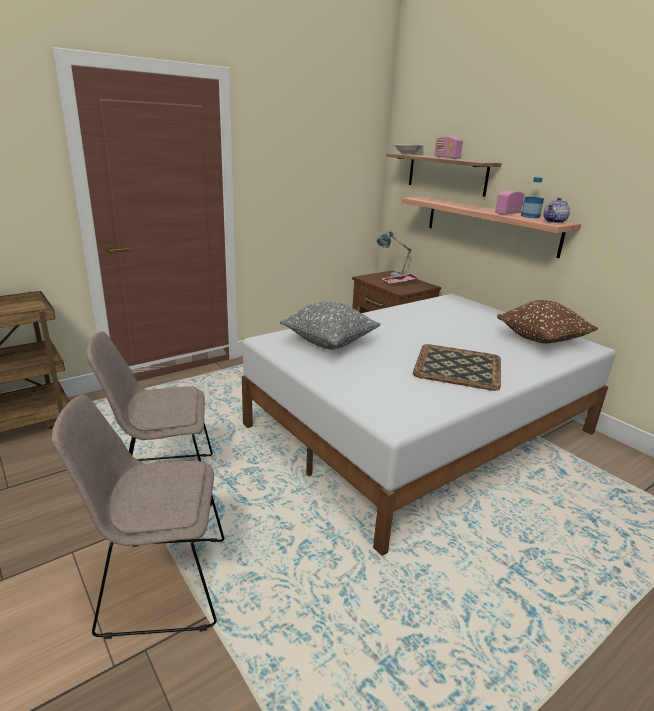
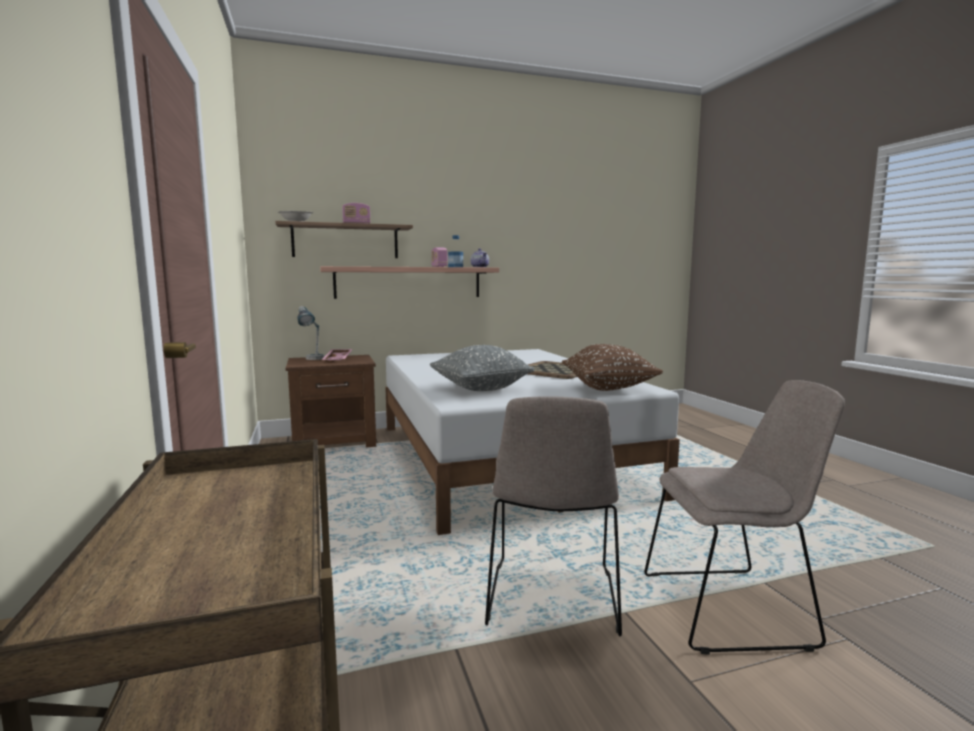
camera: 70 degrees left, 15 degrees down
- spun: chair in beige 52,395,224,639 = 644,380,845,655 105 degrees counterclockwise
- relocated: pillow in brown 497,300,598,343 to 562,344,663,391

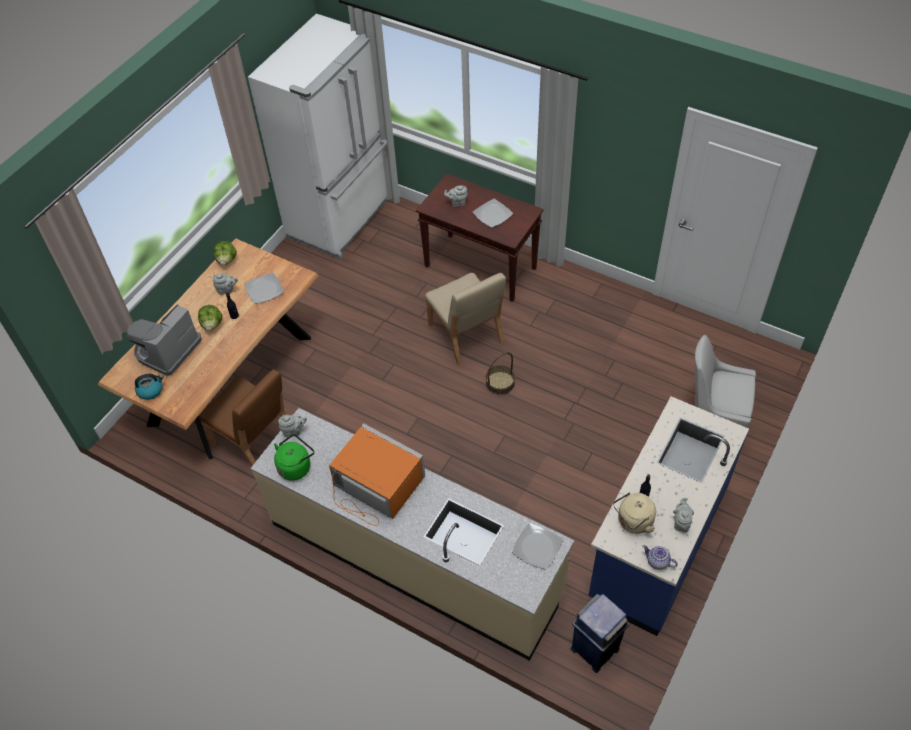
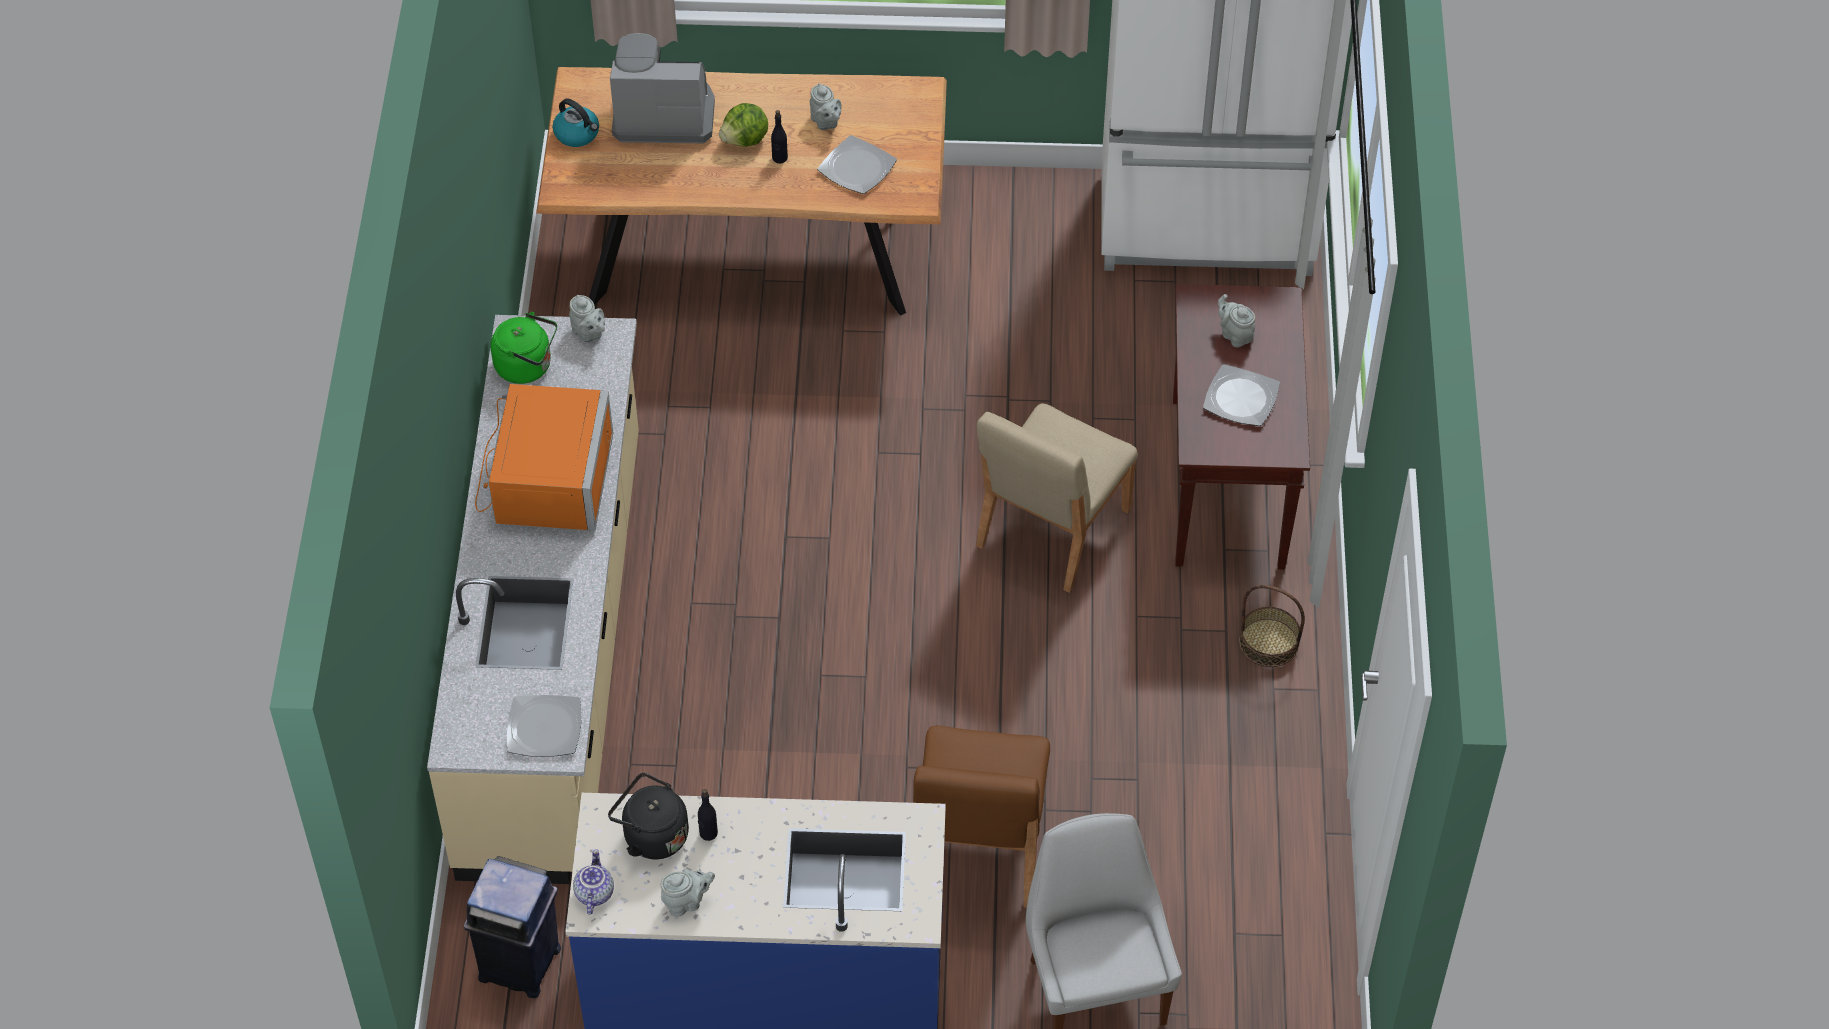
camera: 60 degrees right, 0 degrees up
- relocated: chair in brown 199,370,286,466 to 913,726,1050,908
- missing: lettuce 214,241,237,266
- relocated: basket 486,352,515,395 to 1239,585,1305,667
- colour: kettle in beige 613,492,656,534 to kettle in black 608,772,689,859

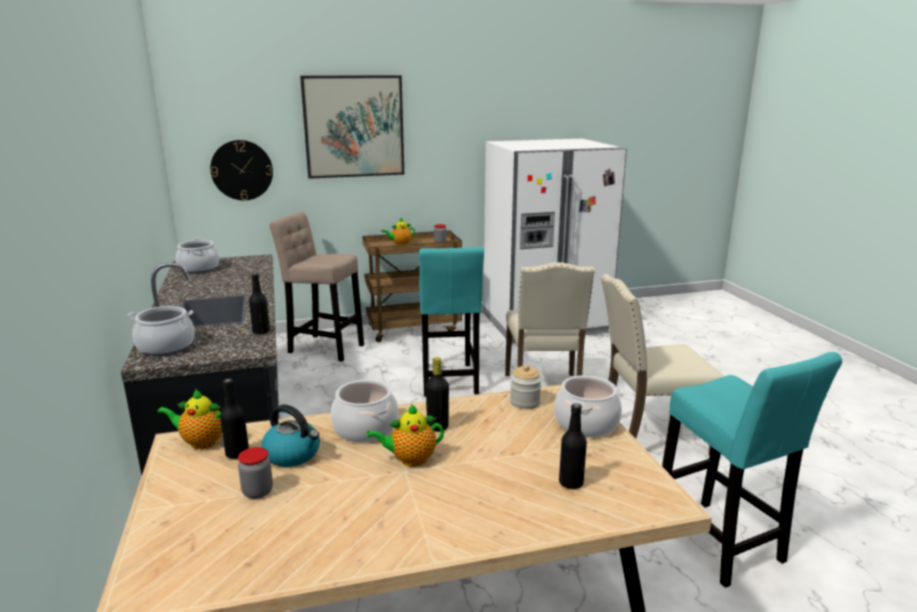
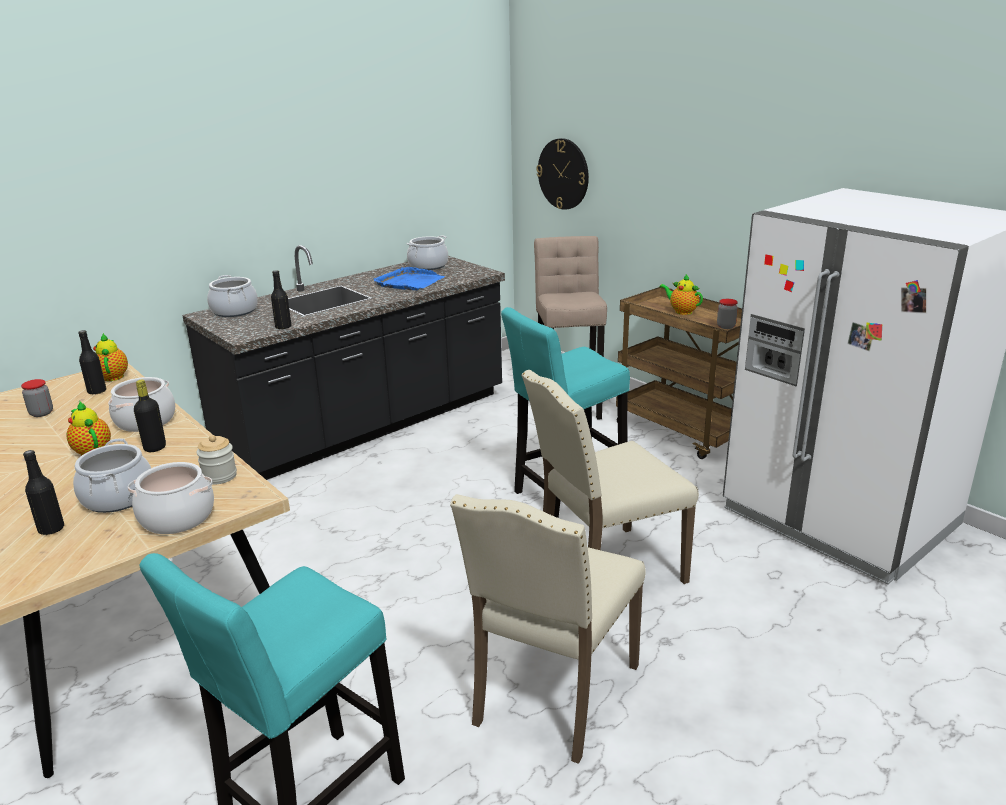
camera: 65 degrees right, 5 degrees up
- missing: kettle 261,405,320,467
- missing: picture 300,75,404,179
- spun: chair in beige 600,274,724,455 = 450,494,646,764 120 degrees counterclockwise
- appeared: cooking pot 73,438,151,513
- appeared: tray in blue 373,267,445,290

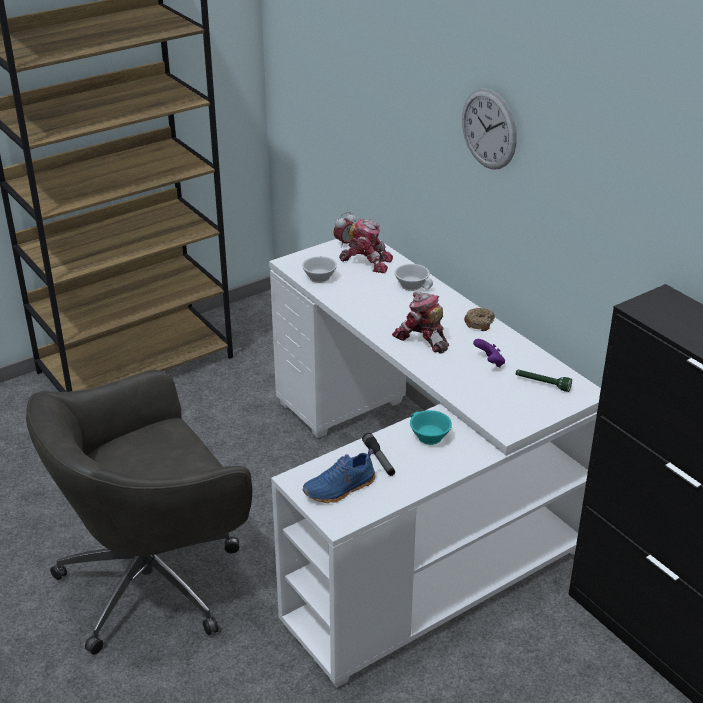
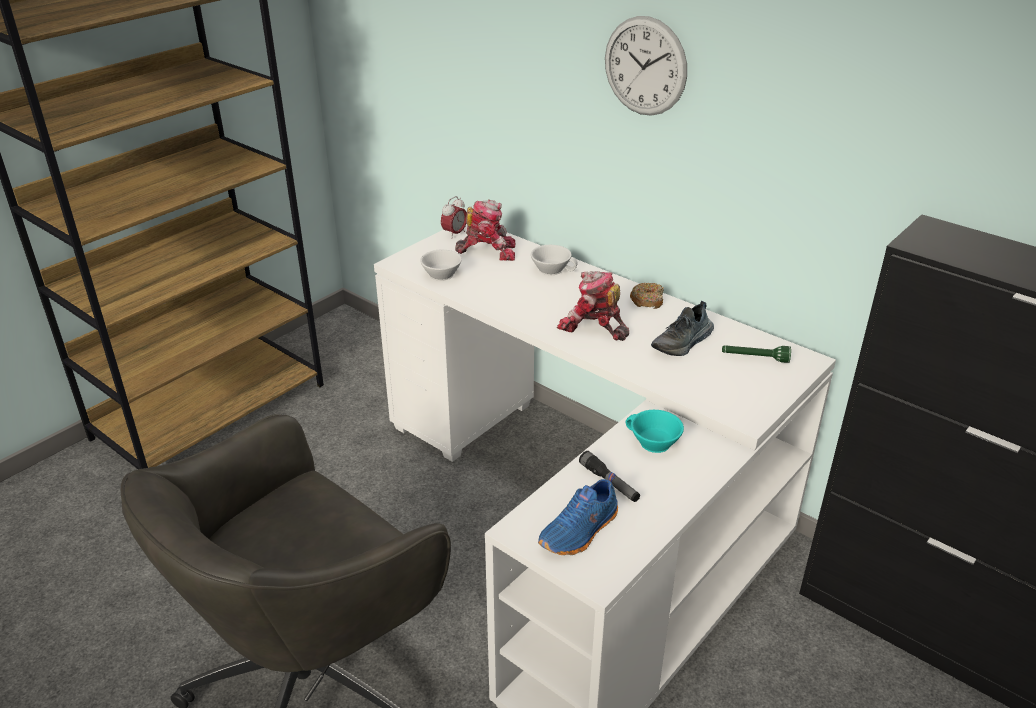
camera: 15 degrees left, 0 degrees up
- exchanged: game controller in purple 473,339,505,367 to shoe 651,301,714,356

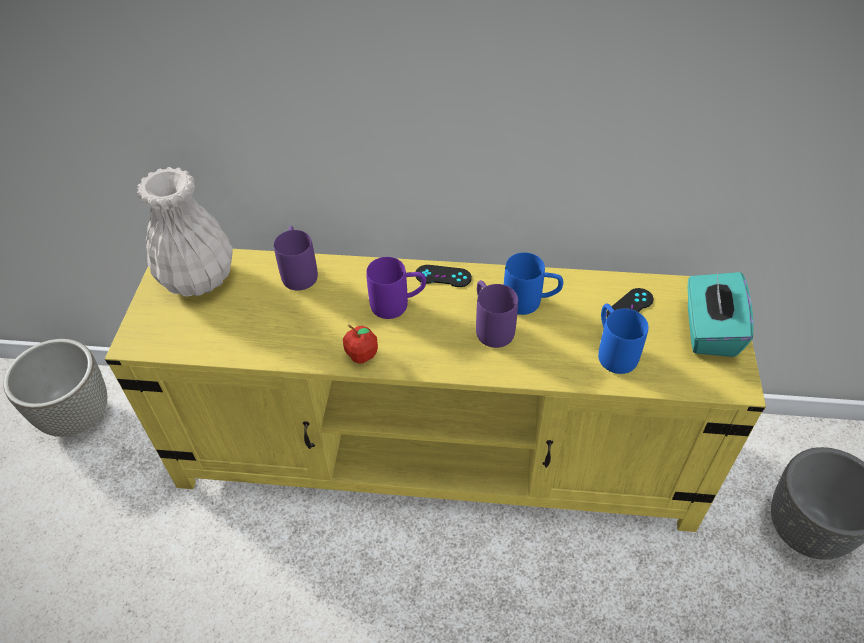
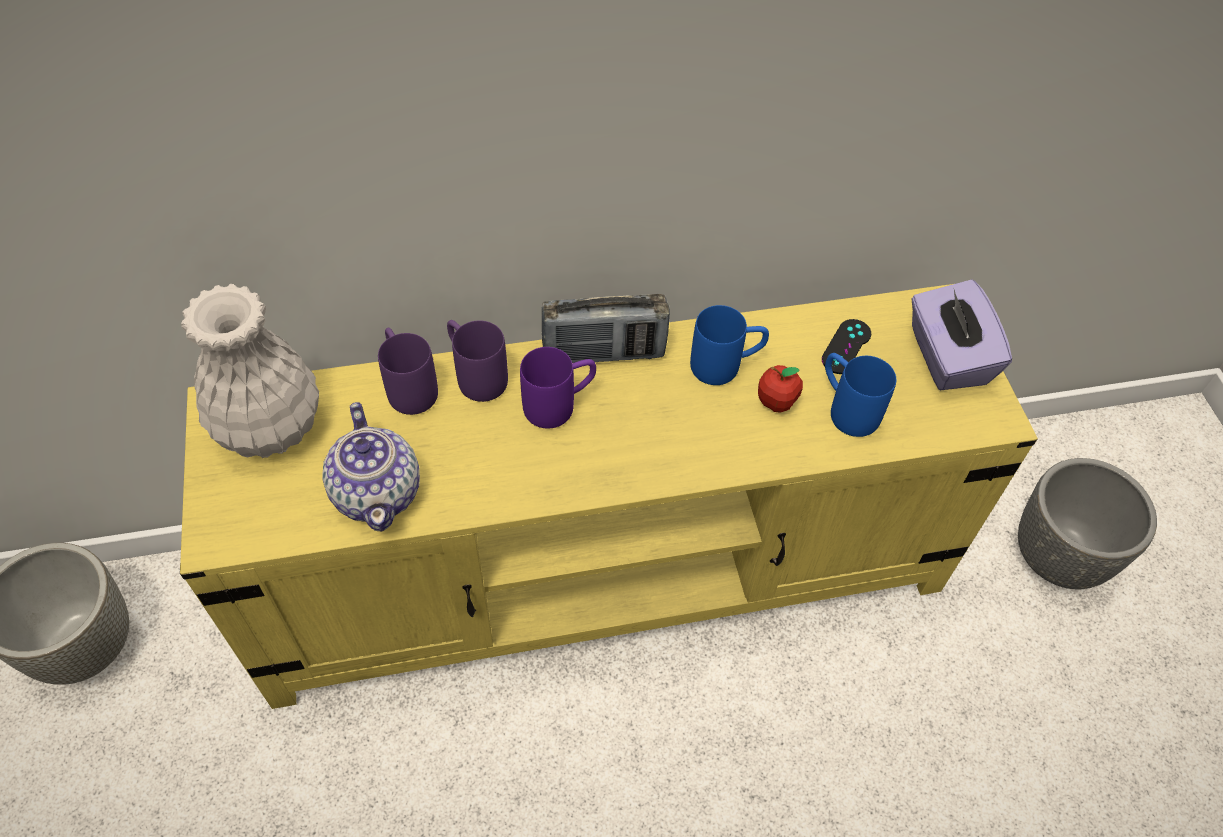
camera: 20 degrees left, 5 degrees up
- relocated: apple 343,324,378,364 to 758,365,803,413
- exchanged: game controller in black 416,265,472,287 to radio 542,294,670,363
- relocated: mug in purple 476,280,518,348 to 447,320,508,402
- colour: tissue box in turquoise 688,272,754,357 to tissue box in purple 911,279,1012,390
- appeared: teapot 322,402,420,531

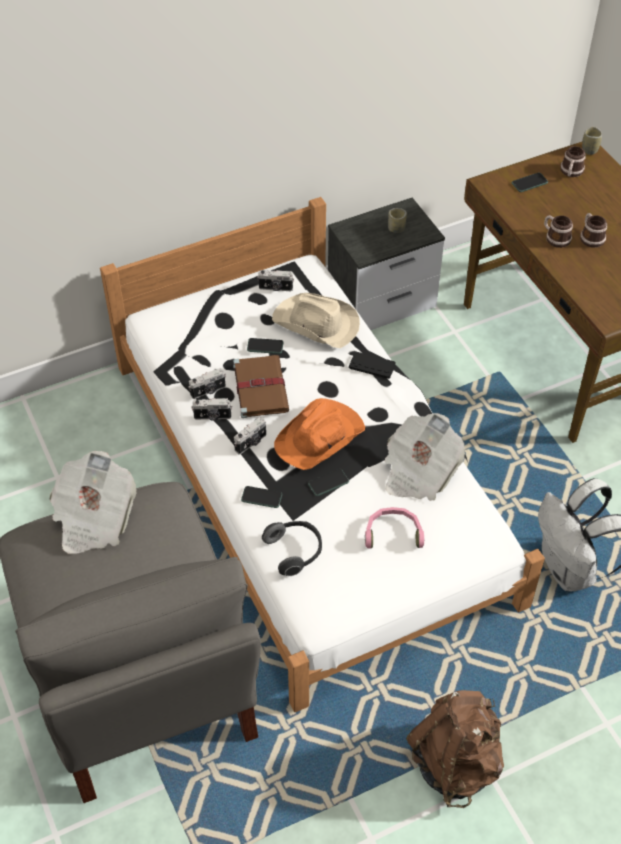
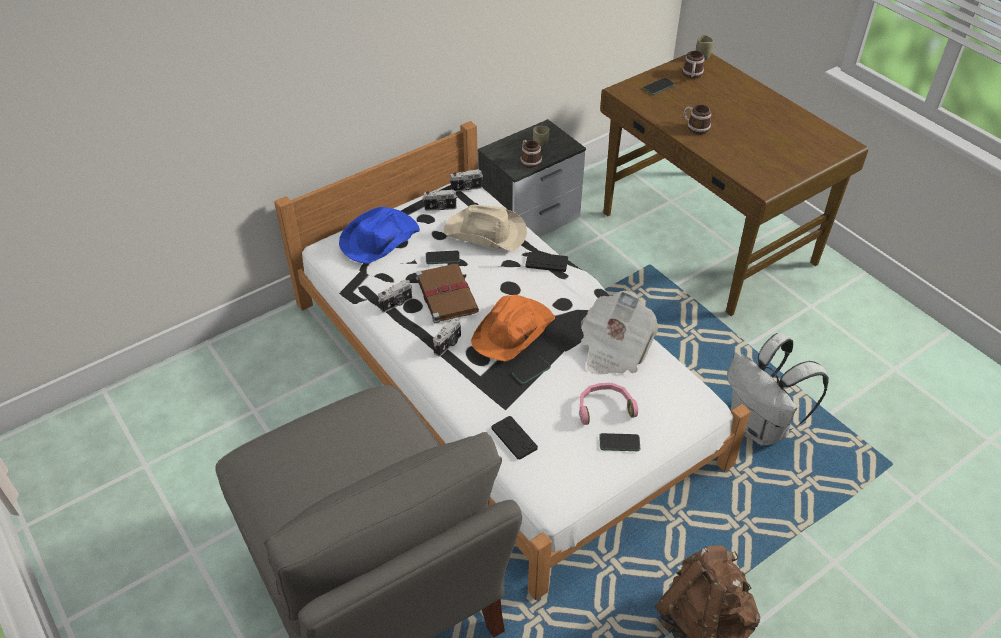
camera: 10 degrees left, 5 degrees down
- missing: newspaper 49,451,137,554
- relocated: photo camera 191,398,232,421 to 449,169,483,192
- relocated: phone 241,486,282,508 to 599,433,640,451
- exchanged: headphones 262,521,322,576 to game controller in black 492,416,538,460
- relocated: mug 580,213,607,248 to 520,140,542,168
- appeared: hat in blue 339,207,420,263

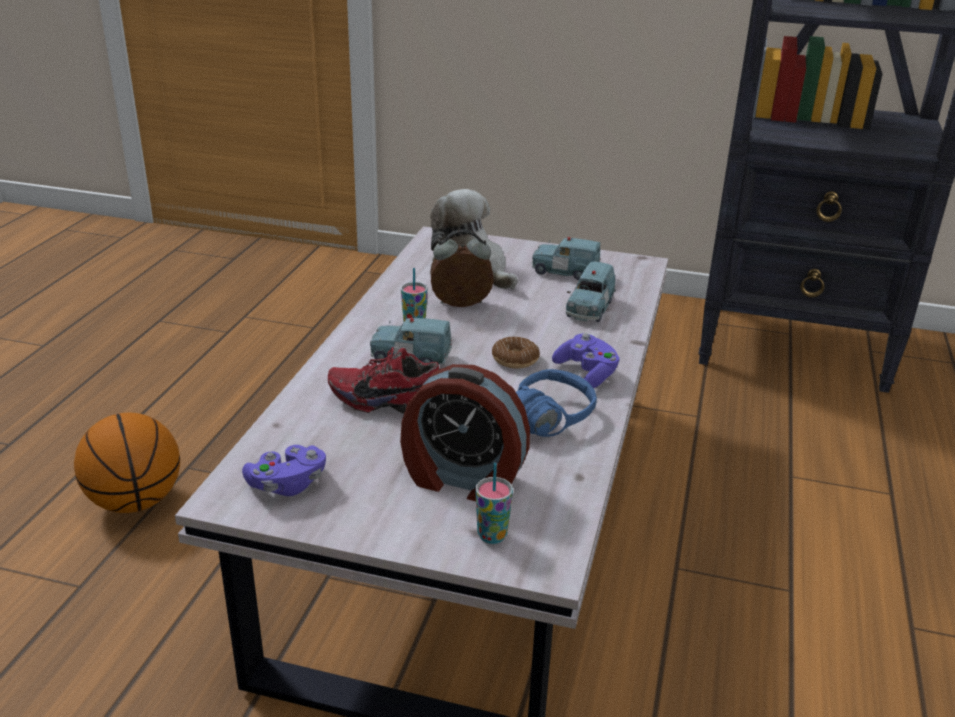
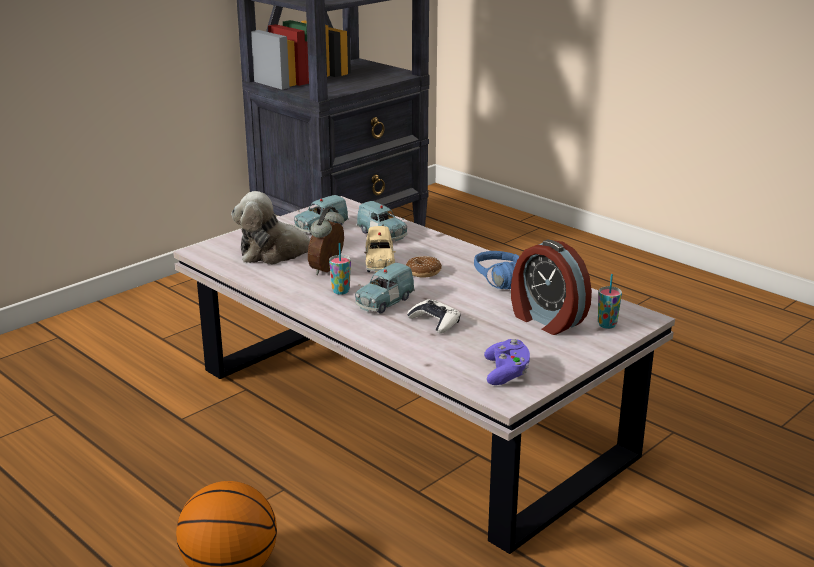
camera: 60 degrees left, 5 degrees down
- exchanged: shoe in red 328,347,440,414 to game controller in white 407,299,460,334
- spun: alarm clock 400,364,530,501 = 511,240,592,335 90 degrees clockwise
- missing: game controller in purple 552,334,620,388
- appeared: toy car in beige 364,226,396,273

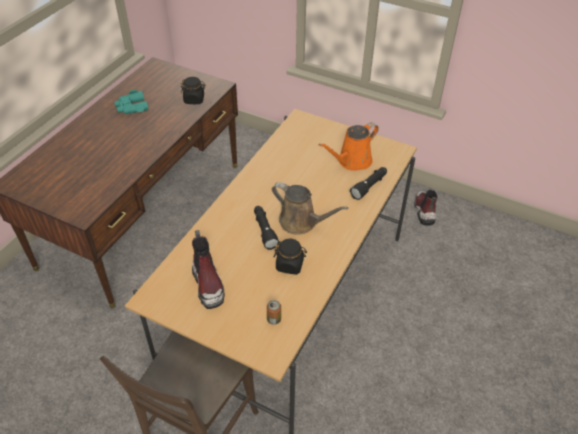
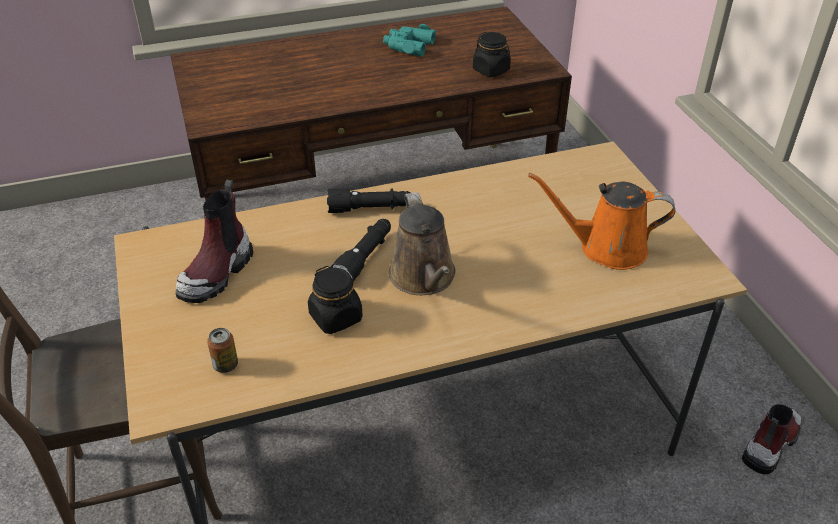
camera: 45 degrees right, 5 degrees down
- relocated: flashlight in black 350,167,387,200 to 327,188,411,213

